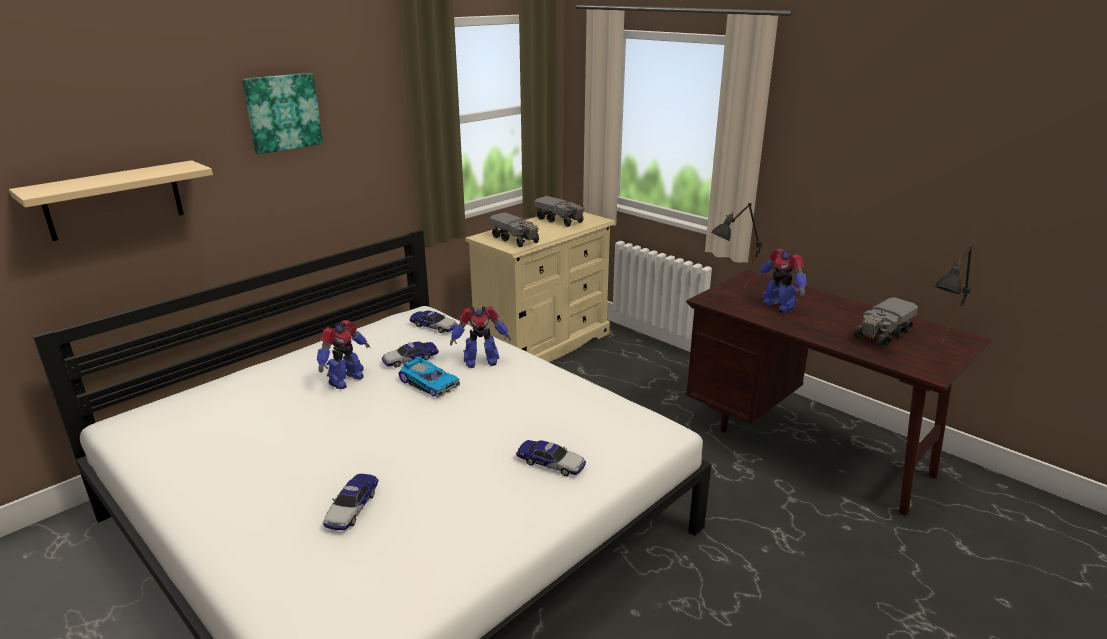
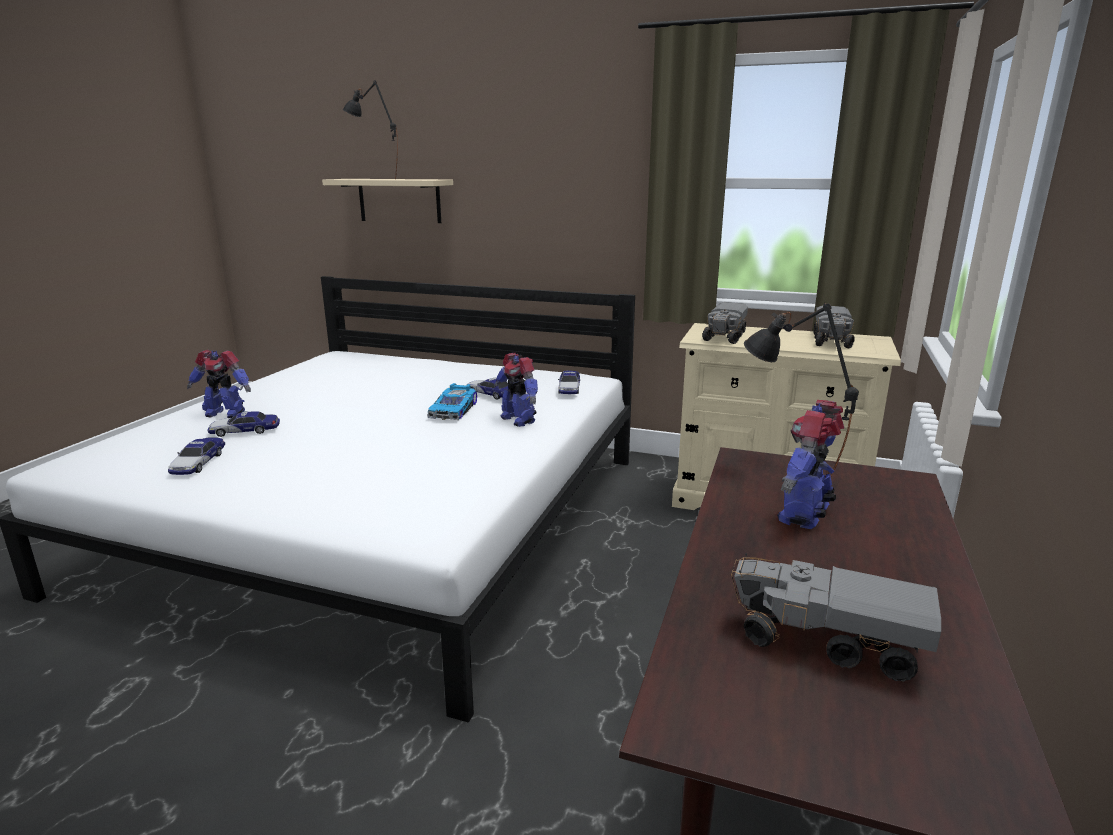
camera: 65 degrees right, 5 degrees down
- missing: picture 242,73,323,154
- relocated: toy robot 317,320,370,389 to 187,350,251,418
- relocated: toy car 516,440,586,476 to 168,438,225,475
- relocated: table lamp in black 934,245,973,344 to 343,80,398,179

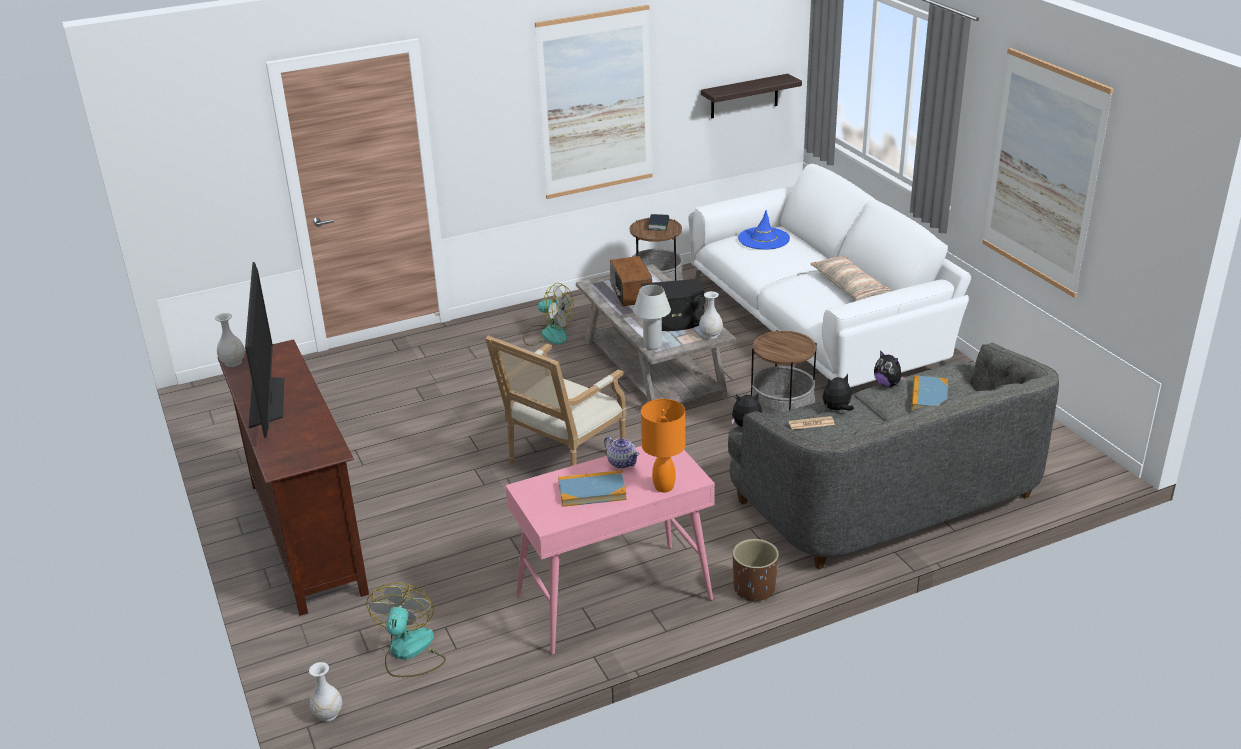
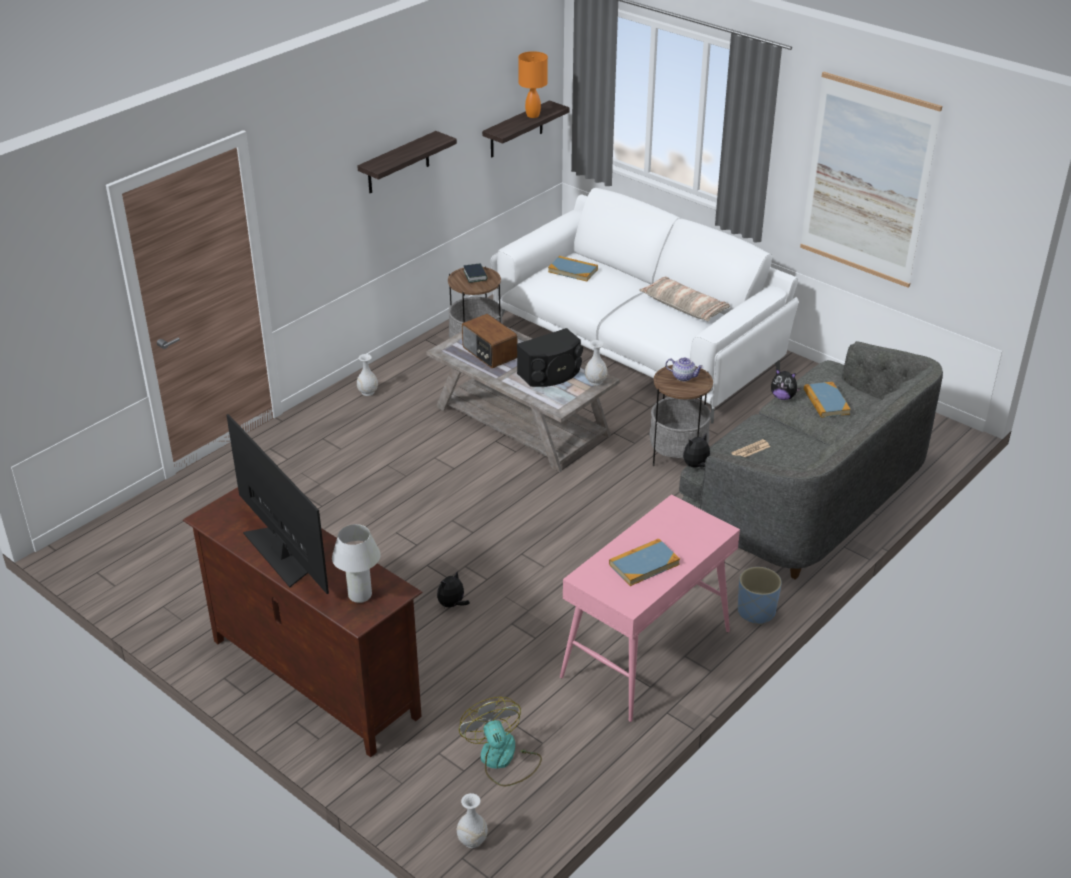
camera: 25 degrees left, 5 degrees up
- relocated: vase in white 215,313,245,367 to 357,354,378,396
- missing: armchair 485,336,627,466
- missing: fan 523,283,574,346
- exchanged: picture 535,5,652,199 to shelf 357,131,457,193
- relocated: teapot 604,436,639,469 to 666,357,703,381
- relocated: table lamp in white 633,285,671,350 to 332,524,381,603
- relocated: table lamp in orange 641,399,685,493 to 518,51,548,118
- colour: planter in brown 733,539,779,602 to planter in blue 738,567,782,625
- exchanged: hat in blue 738,210,790,249 to book 548,256,598,281
- relocated: plush toy 823,374,854,410 to 437,572,470,609

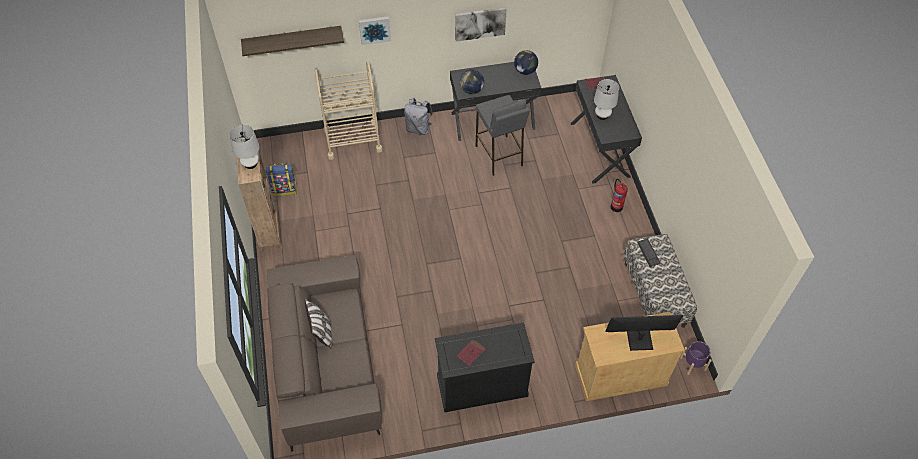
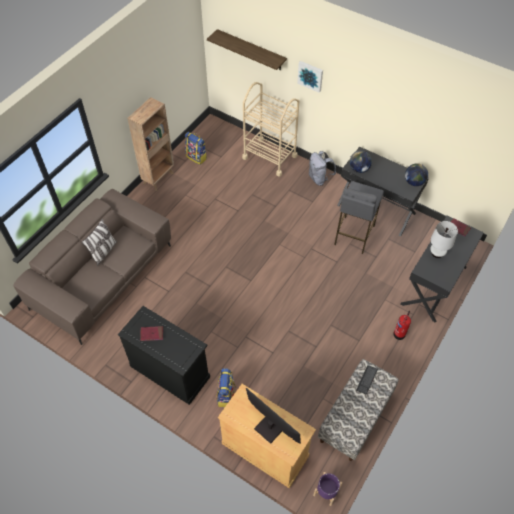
camera: 45 degrees right, 0 degrees up
- missing: table lamp in white 229,125,260,169
- missing: picture 455,7,507,42
- appeared: backpack 216,368,236,407

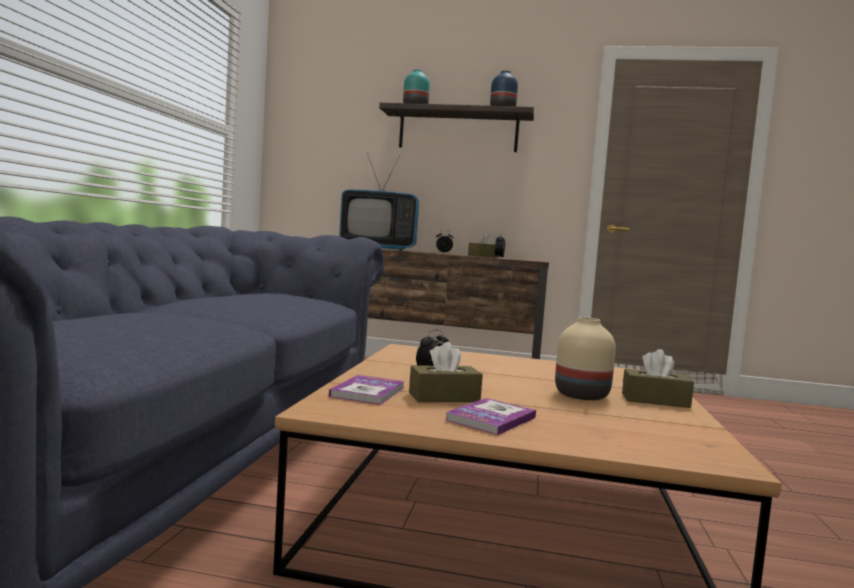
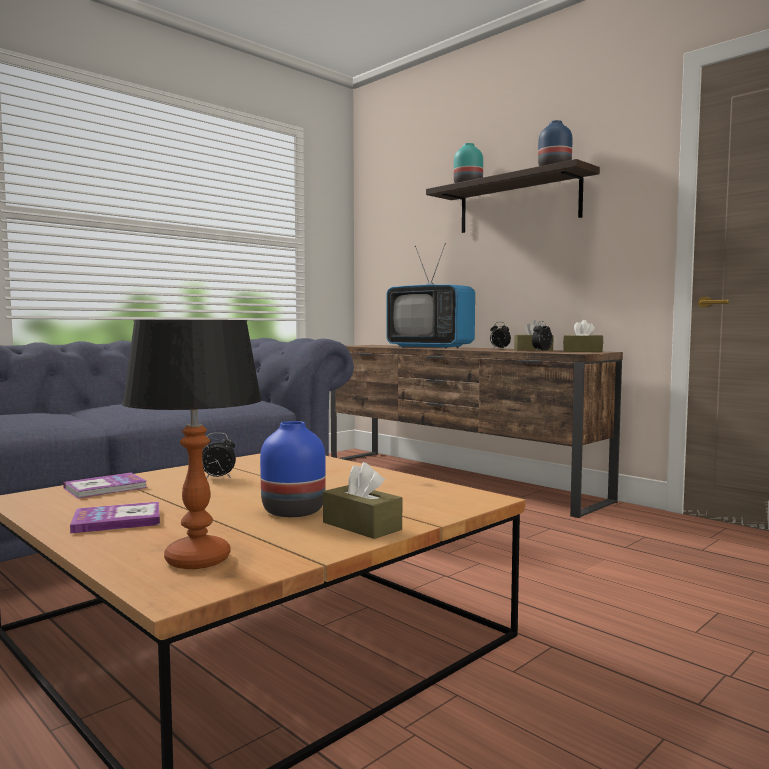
camera: 35 degrees right, 0 degrees up
- relocated: tissue box in brown 409,342,483,402 to 563,320,604,352
- colour: vase in beige 555,317,616,400 to vase in blue 260,421,326,517
- appeared: table lamp 122,320,262,569

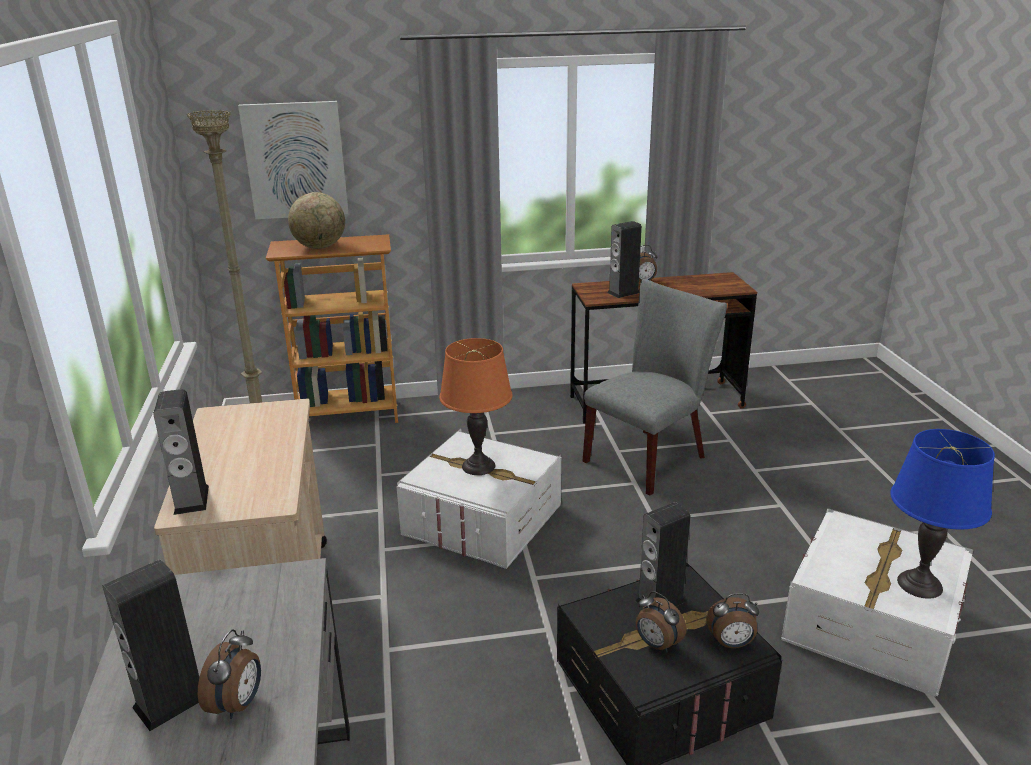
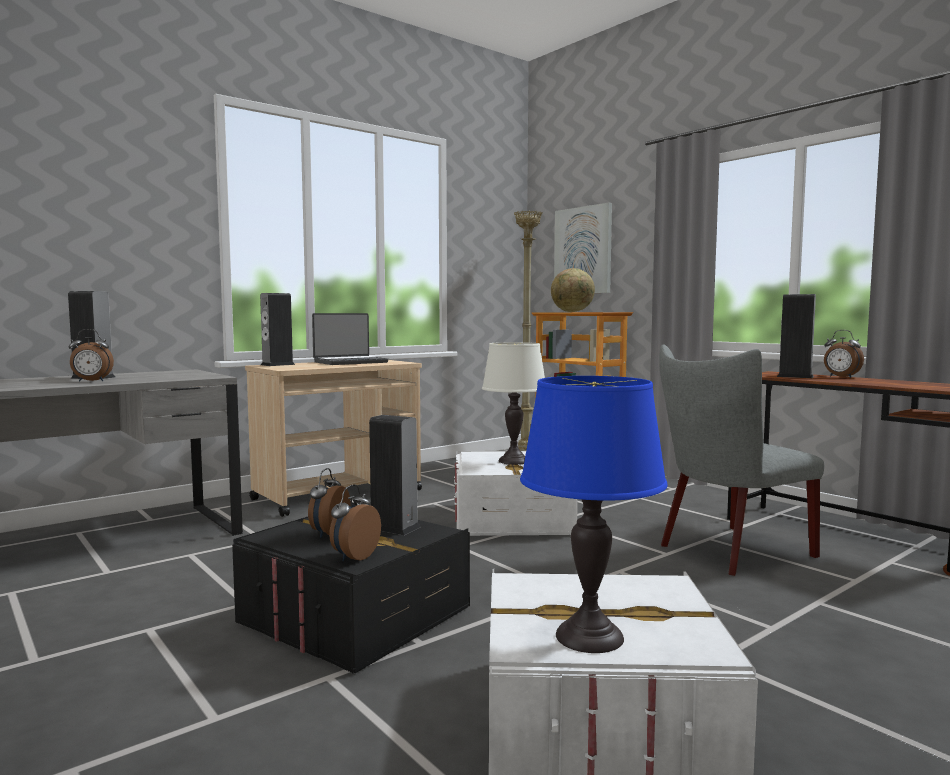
camera: 60 degrees right, 20 degrees down
- colour: table lamp in orange 439,338,513,475 to table lamp in white 482,342,545,465
- spun: chair in grey 582,279,727,495 = 659,344,824,576 135 degrees clockwise
- spun: alarm clock 706,593,759,648 = 329,484,381,561 60 degrees clockwise
- appeared: laptop 312,313,388,365

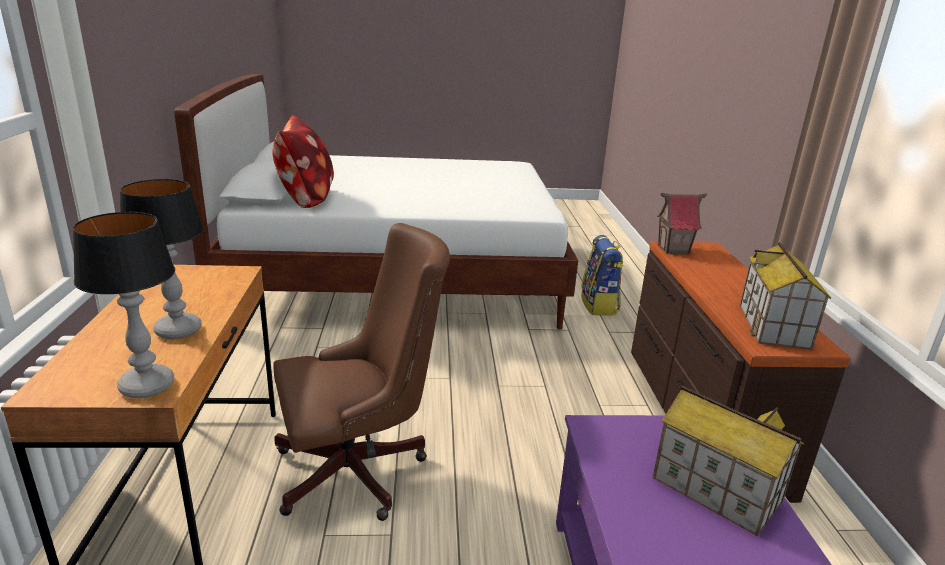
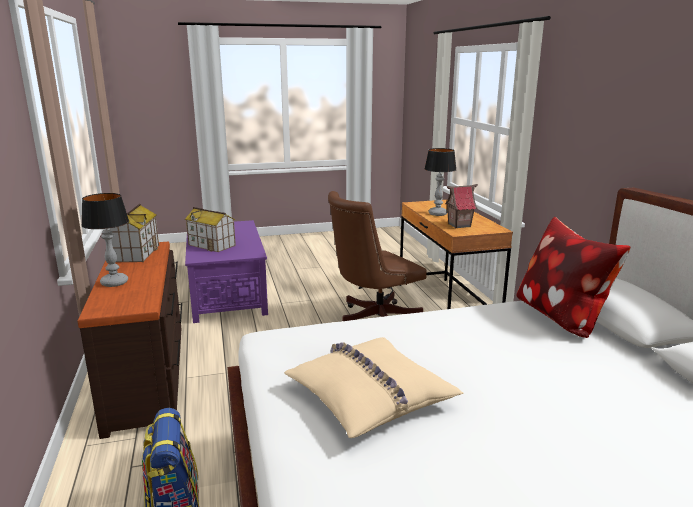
camera: 170 degrees right, 5 degrees down
- relocated: table lamp 73,212,175,398 to 81,193,129,287
- relocated: toy house 657,193,707,254 to 445,184,478,229
- appeared: pillow in beige 284,337,464,438

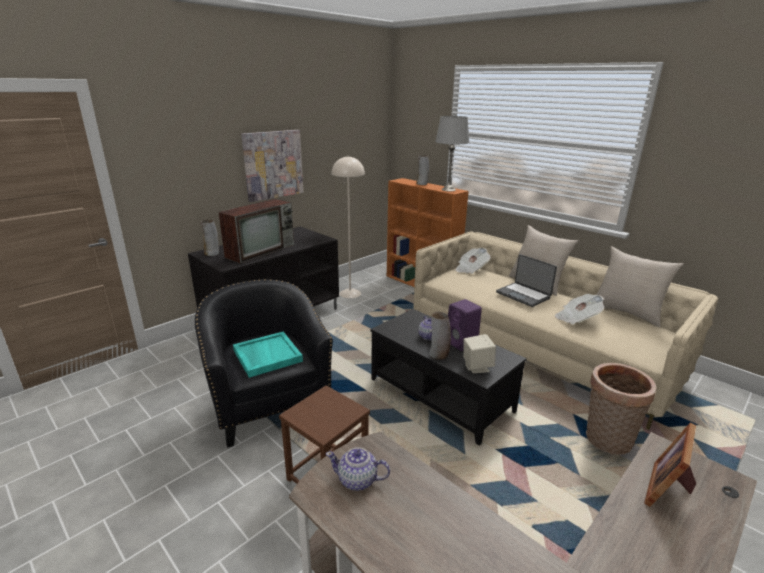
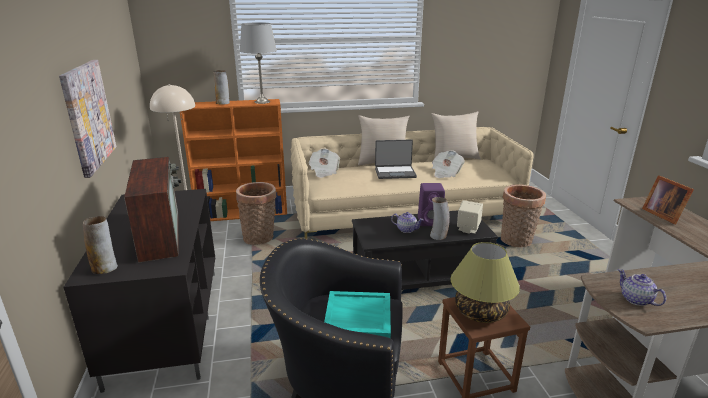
camera: 55 degrees left, 0 degrees up
- spun: teapot 326,447,390,491 = 618,269,666,306 105 degrees clockwise
- appeared: basket 236,182,277,245
- appeared: table lamp 451,242,520,323

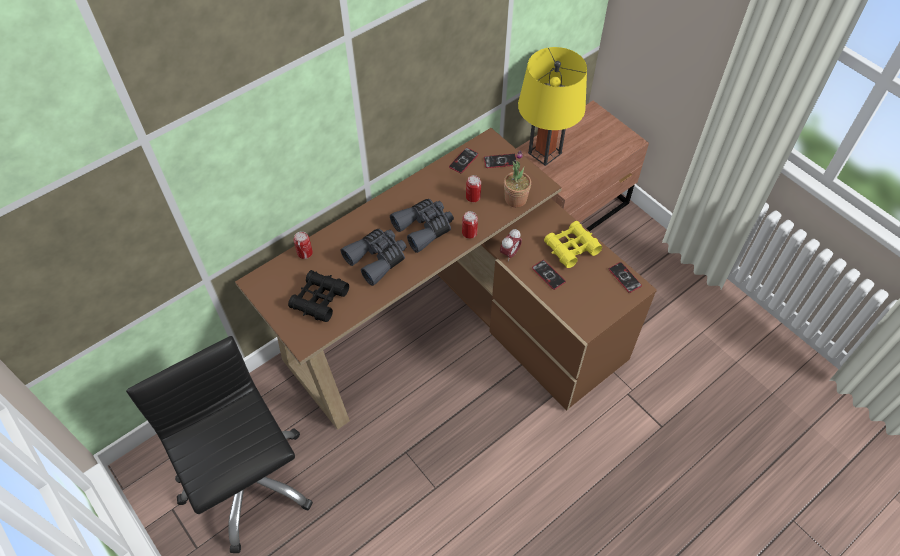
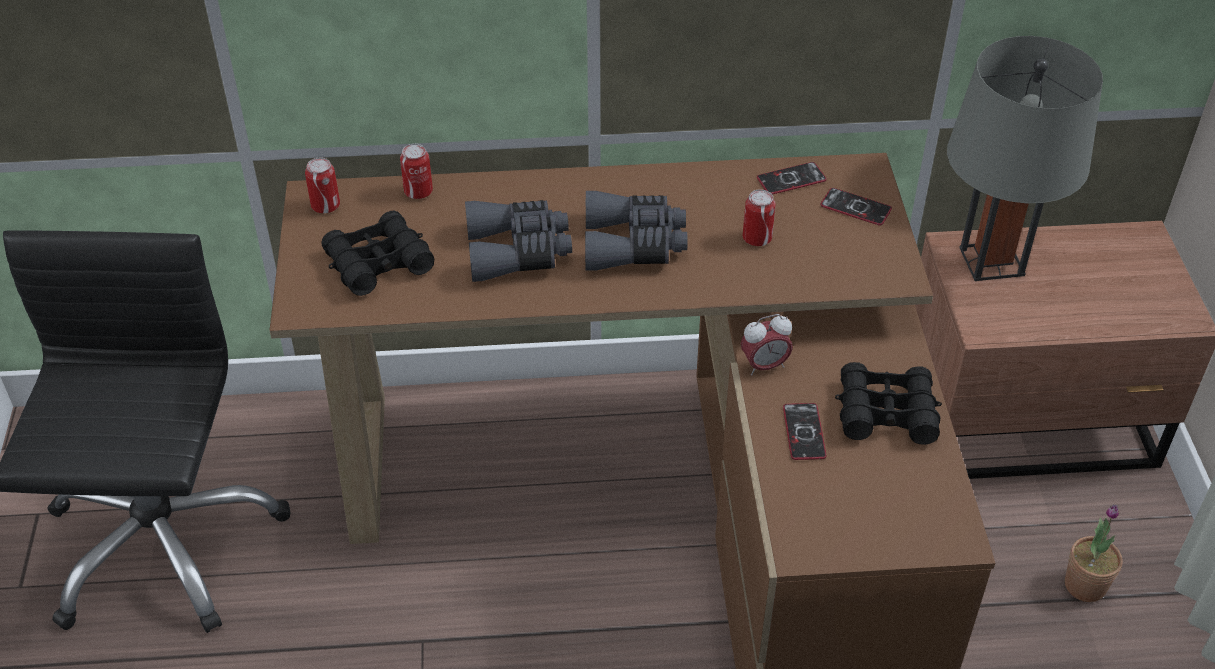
camera: 35 degrees right, 10 degrees down
- relocated: can 462,211,478,239 to 305,158,340,213
- relocated: potted plant 504,151,531,207 to 1065,505,1123,602
- colour: table lamp in yellow 518,47,587,166 to table lamp in grey 947,36,1103,281
- colour: binoculars in yellow 544,221,602,268 to binoculars in black 835,362,942,445
- missing: phone 609,262,642,293

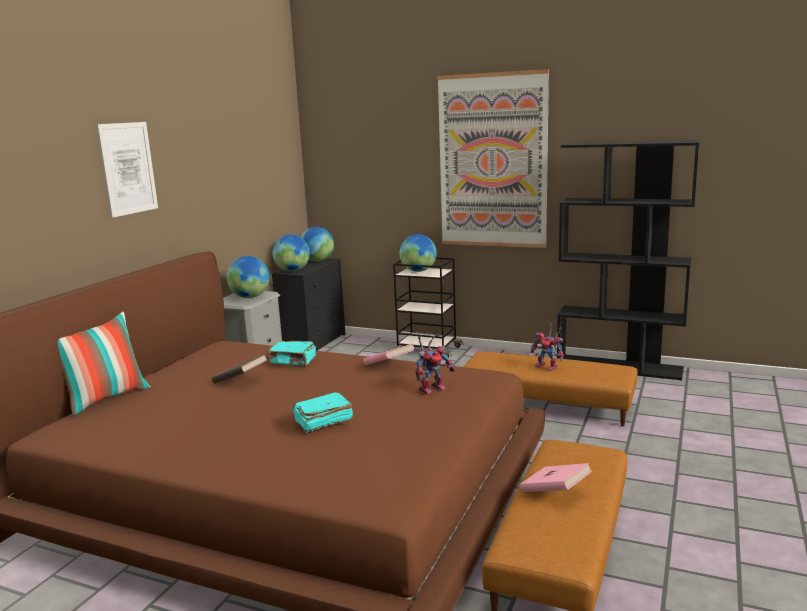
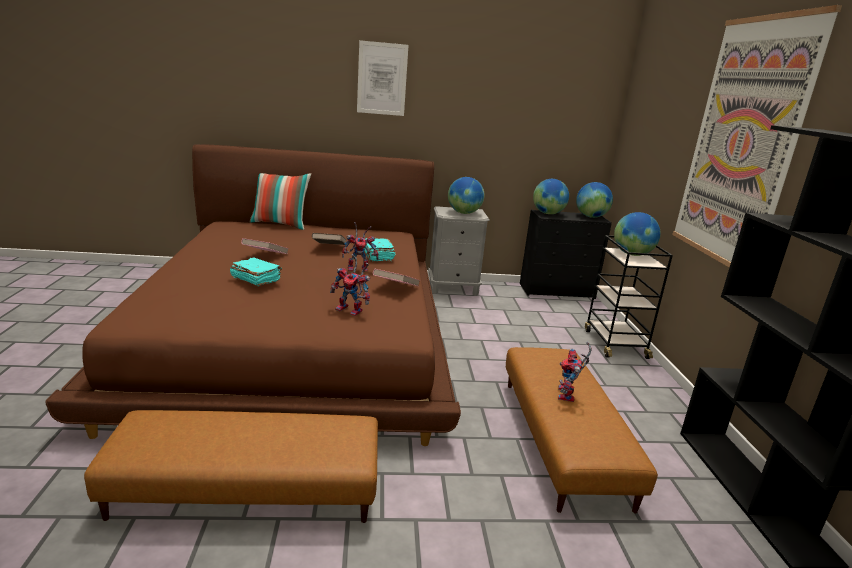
camera: 60 degrees right, 5 degrees up
- relocated: book in pink 520,463,592,492 to 241,238,289,254
- appeared: toy robot 342,222,379,272

